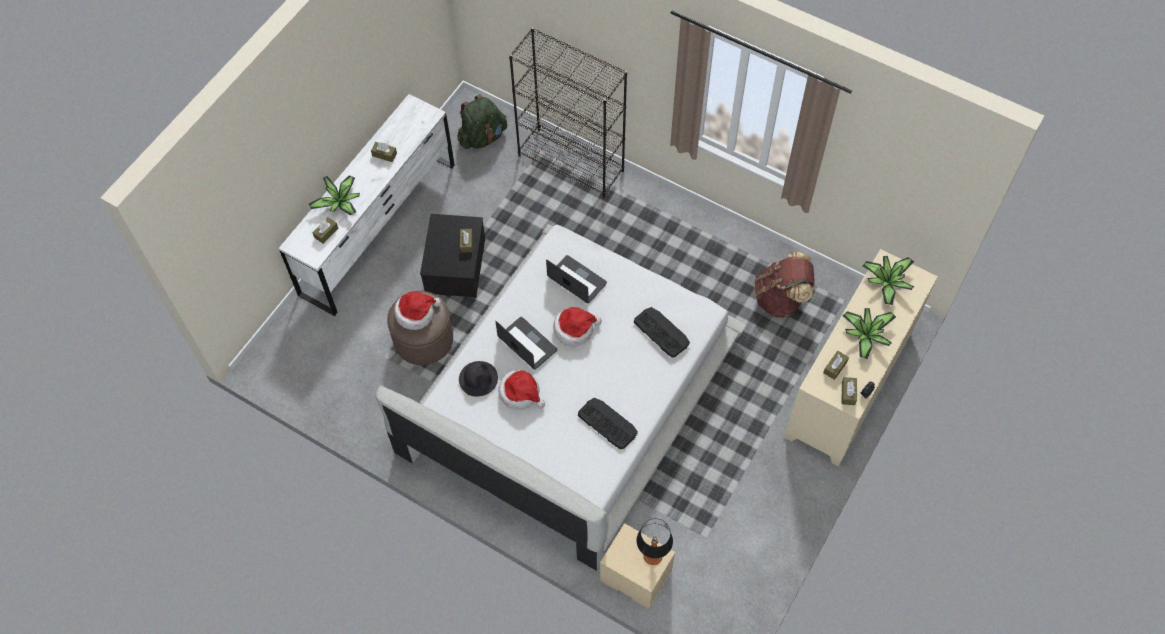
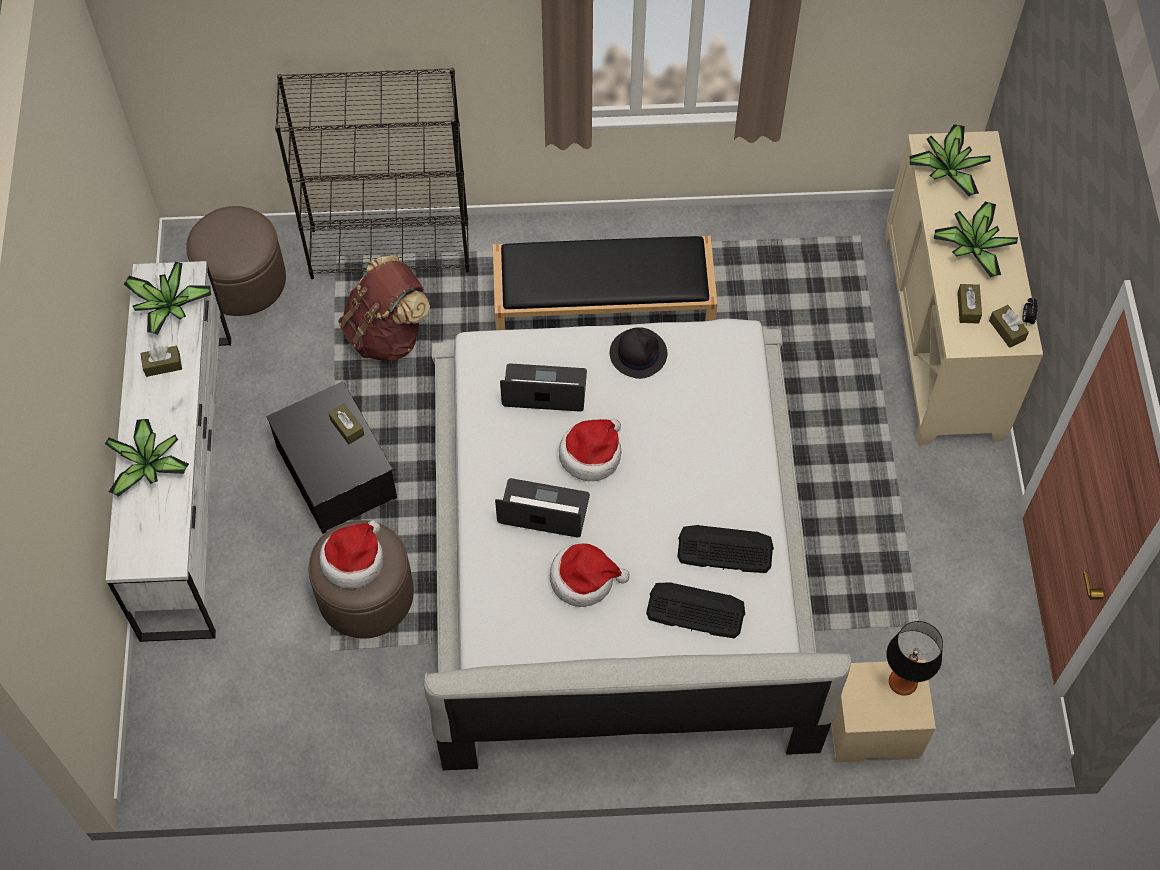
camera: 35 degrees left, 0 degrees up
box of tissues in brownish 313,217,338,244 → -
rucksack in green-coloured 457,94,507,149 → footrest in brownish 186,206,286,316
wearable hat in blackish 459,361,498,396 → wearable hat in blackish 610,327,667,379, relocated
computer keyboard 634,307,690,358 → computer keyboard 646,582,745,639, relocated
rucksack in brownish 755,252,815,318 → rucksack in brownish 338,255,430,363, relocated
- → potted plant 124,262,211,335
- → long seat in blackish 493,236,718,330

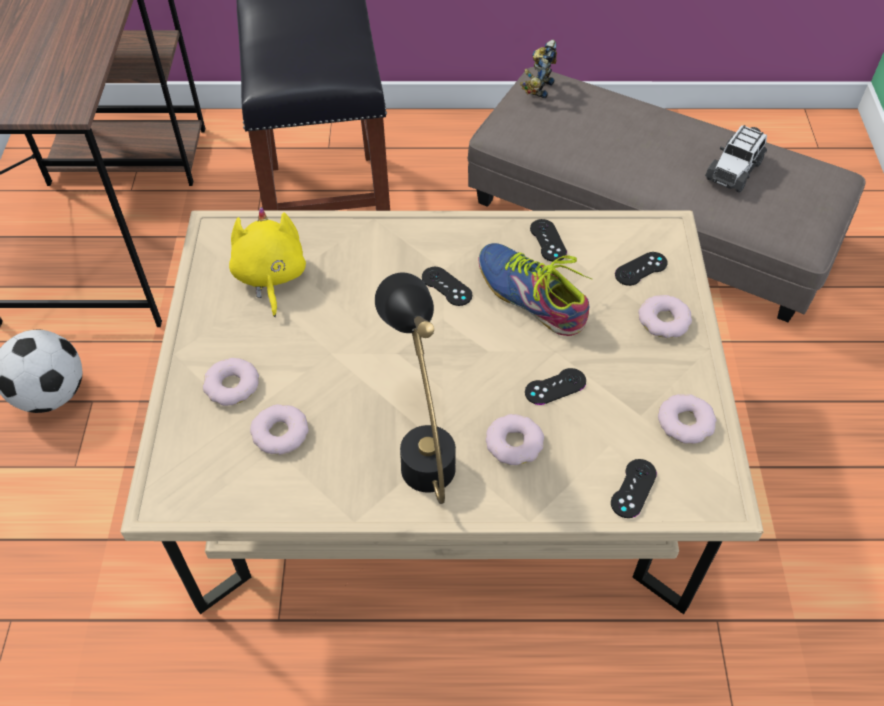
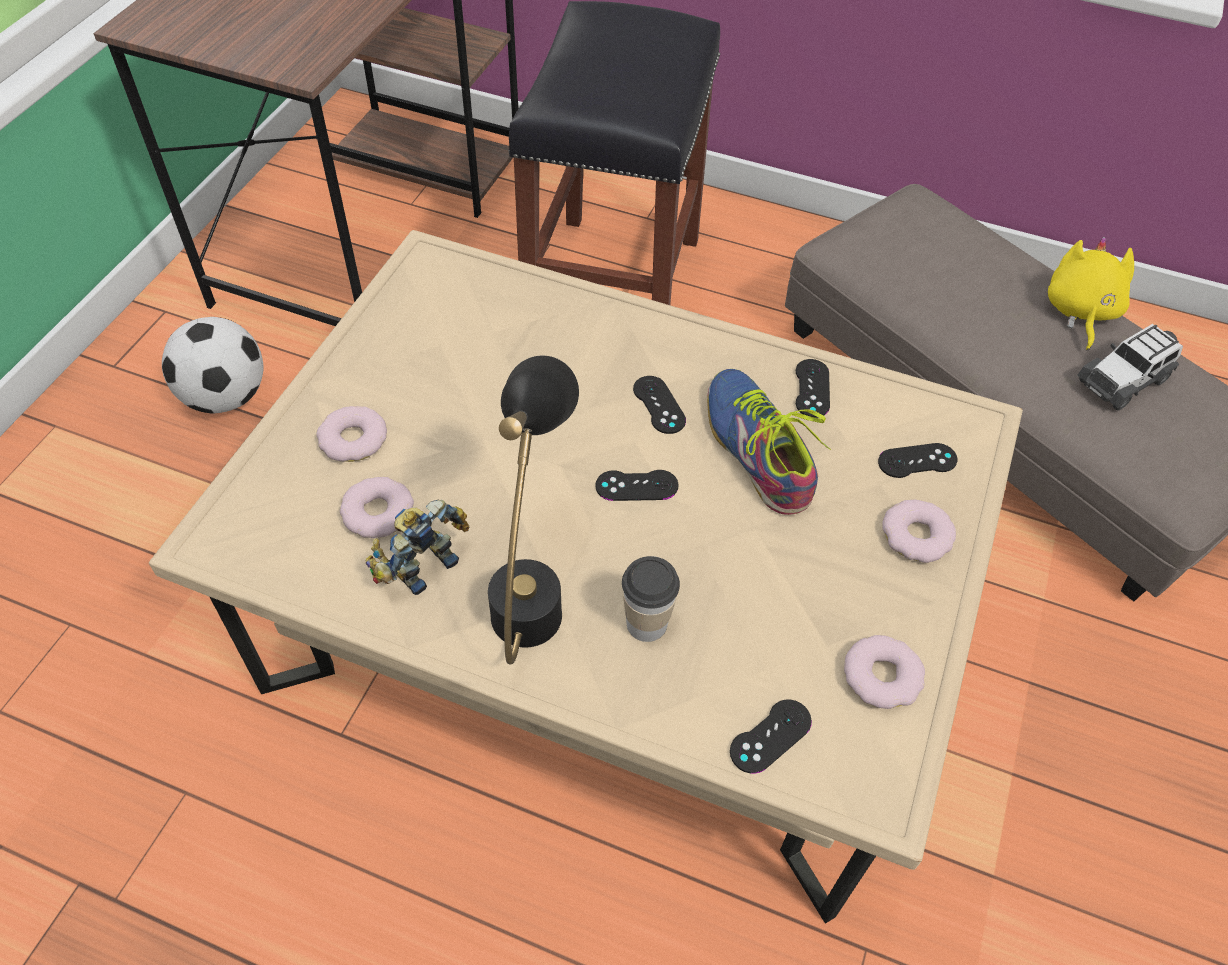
camera: 20 degrees right, 0 degrees up
cuddly toy in yellow 229,207,306,317 → cuddly toy in yellow 1048,237,1134,351, relocated
doughnut 486,414,544,465 → cup 622,556,680,642
robot figure 520,40,557,98 → robot figure 365,500,469,595, relocated
gamepad in blackish 525,368,586,405 → gamepad in blackish 595,470,678,501, relocated

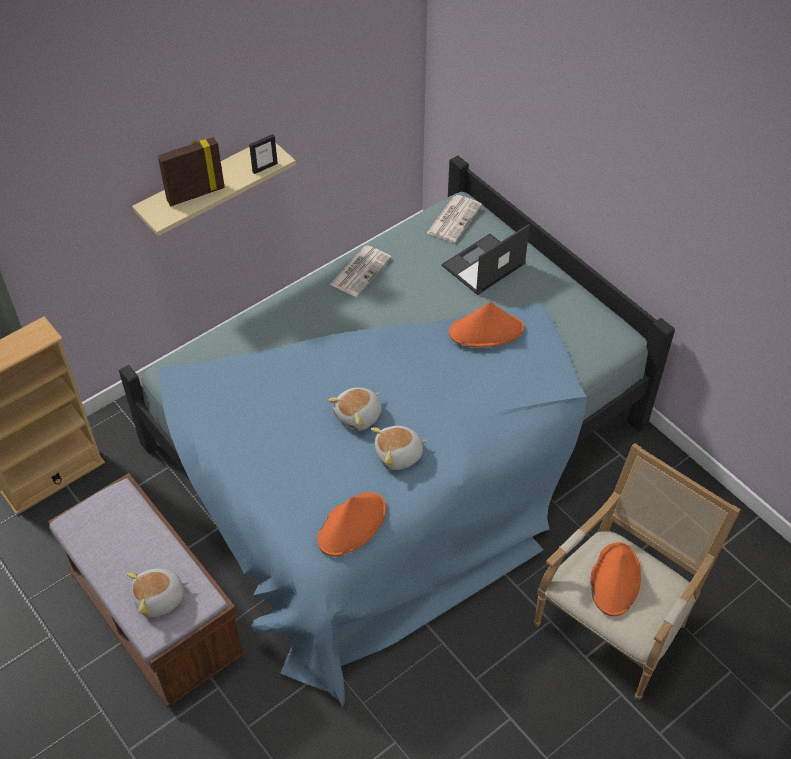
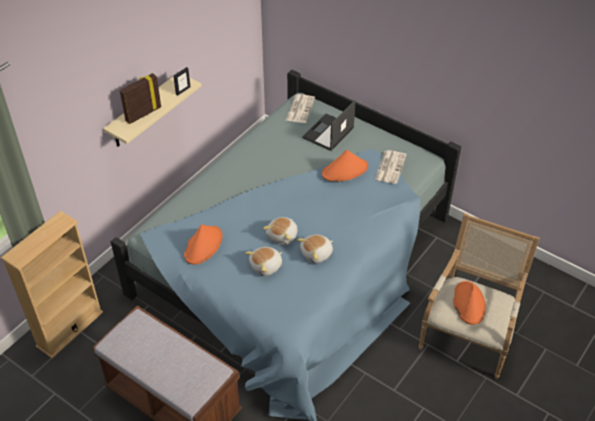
camera: 15 degrees left, 5 degrees down
cuddly toy 127,568,189,618 → cuddly toy 245,247,282,276, relocated
wearable hat in orange-coloured 317,492,386,557 → wearable hat in orange-coloured 184,224,223,265, relocated
newspaper 330,246,392,297 → newspaper 375,150,406,184, relocated

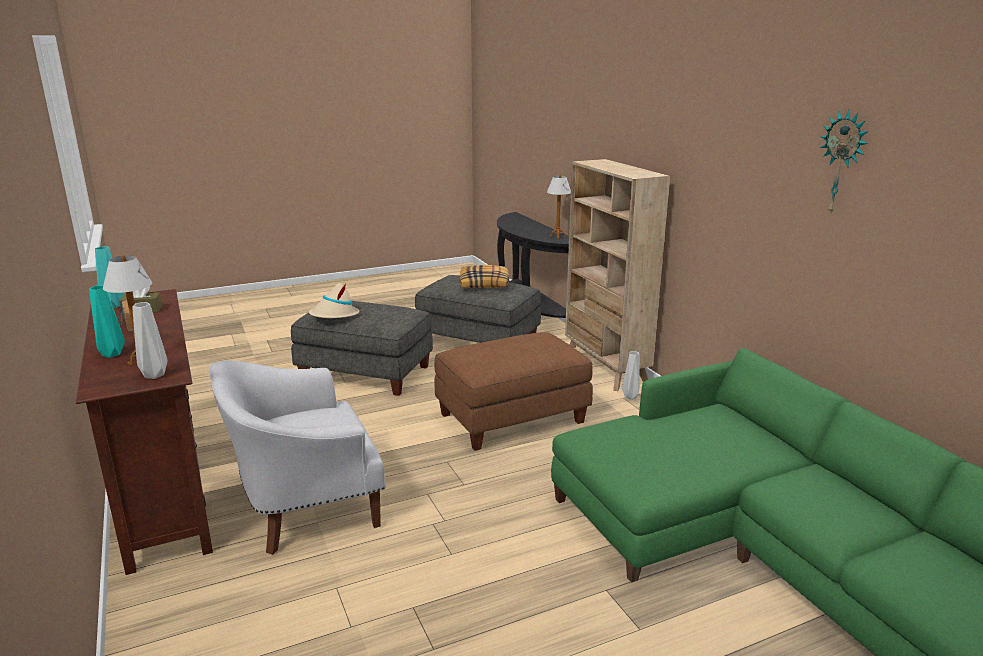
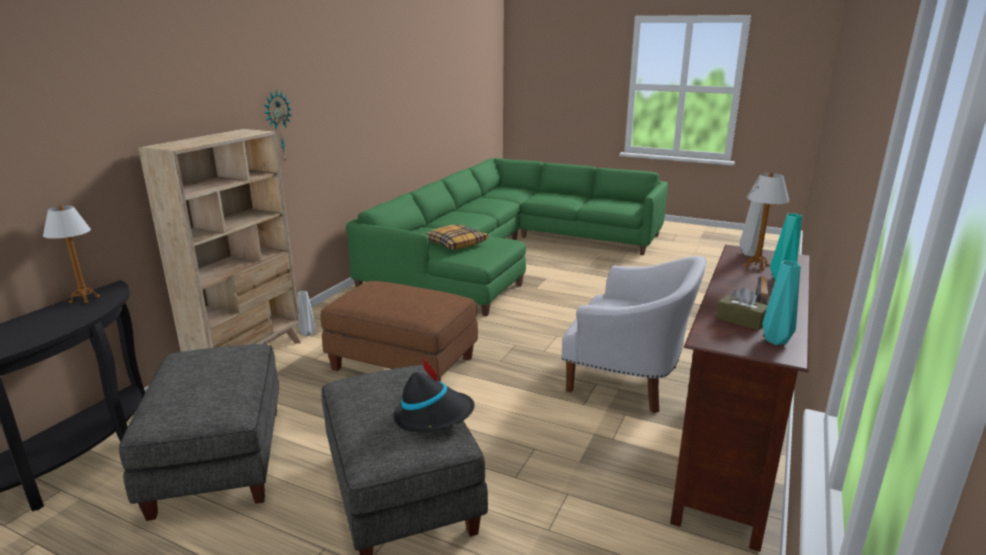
camera: 130 degrees left, 0 degrees up
wearable hat in beige-coloured 309,282,359,318 → wearable hat in blackish 394,356,475,432
throw pillow 459,265,509,288 → throw pillow 425,225,488,249, relocated
clock on the wall 820,110,869,215 → clock on the wall 264,90,293,161, relocated

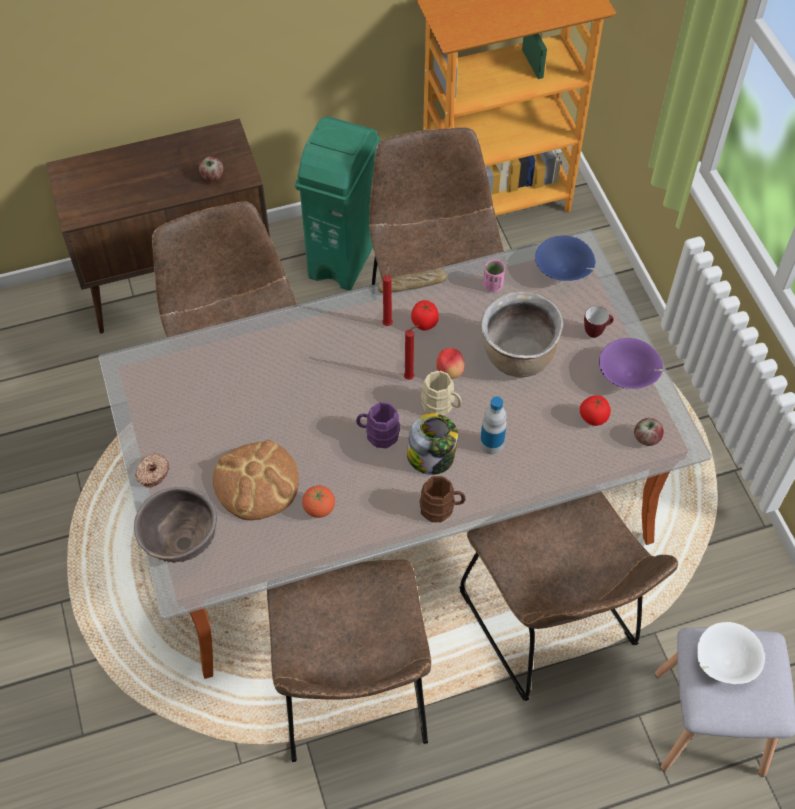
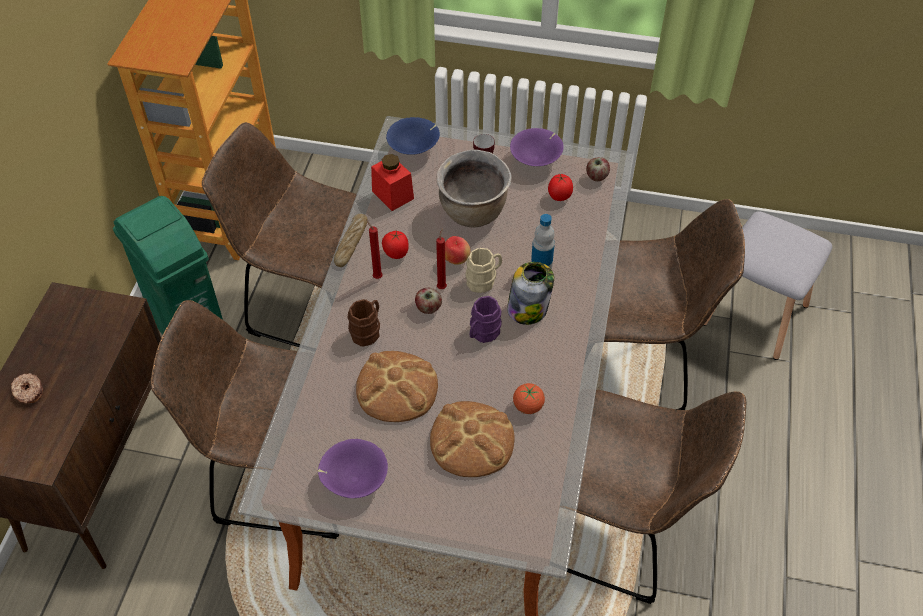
camera: 60 degrees left, 5 degrees down
bowl in brownish 134,487,217,563 → -
doughnut 135,453,169,487 → doughnut 11,373,43,403, relocated
apple fruit 199,156,223,182 → apple fruit 415,288,442,314, relocated
mug in brownish 419,476,466,522 → mug in brownish 348,299,380,347, relocated
cup in pink-coloured 483,259,505,292 → jar in red 371,154,414,211
bowl in white 697,622,765,684 → -
- → bowl in purple 318,439,388,498
- → bakery bread 356,351,438,422

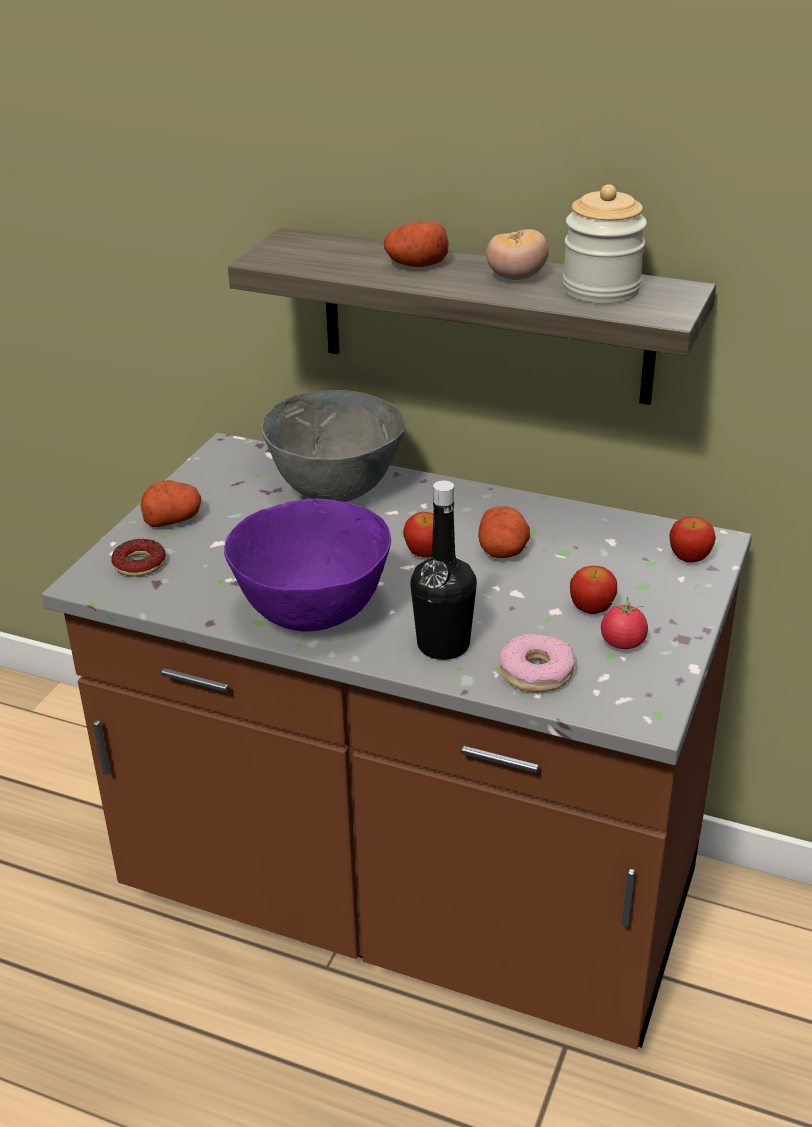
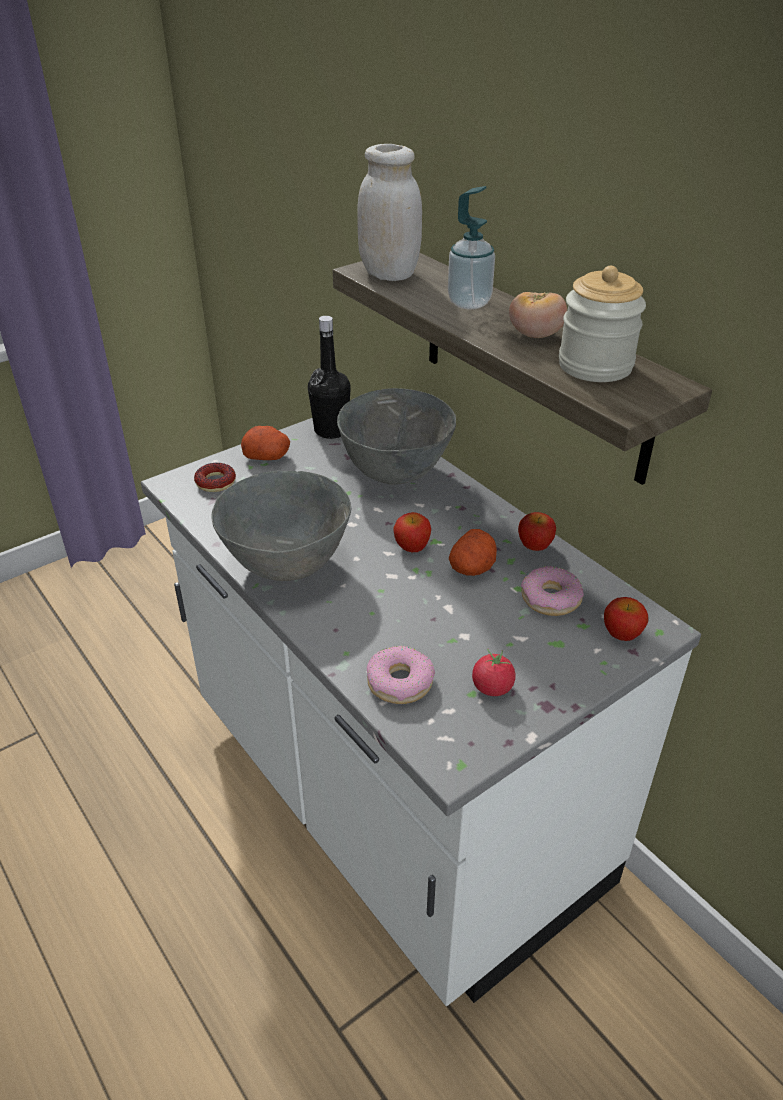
camera: 30 degrees right, 5 degrees up
kitchen base unit in brownish 42,433,752,1049 → kitchen base unit in white 141,418,701,1006
bowl in purple 224,499,391,632 → bowl in gray 211,471,351,581
potato 384,221,449,267 → liquid soap bottle 448,186,495,310
bottle in blackish 410,480,477,660 → bottle in blackish 308,316,351,439, relocated
apple fruit 570,566,617,614 → apple fruit 518,512,556,551, relocated
- → jar in white 357,144,422,281
- → doughnut 521,566,584,616

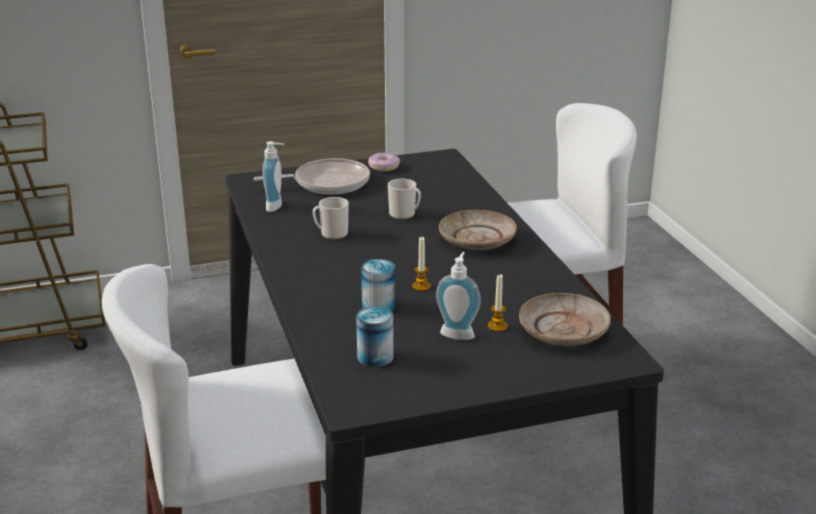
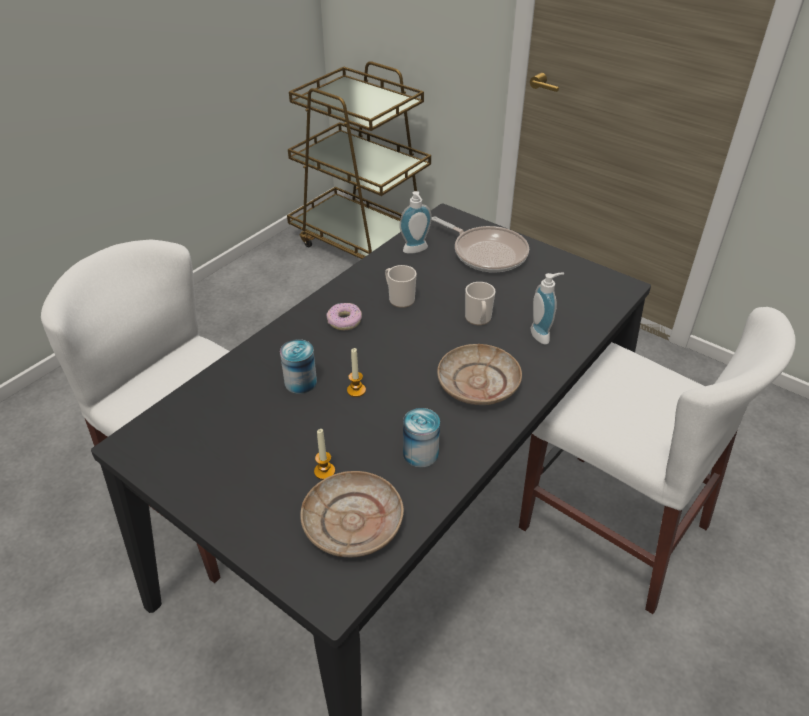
camera: 55 degrees right, 15 degrees up
can 356,306,393,367 → can 403,408,440,468, relocated
doughnut 368,152,400,171 → doughnut 326,303,362,330, relocated
liquid soap bottle 436,252,481,340 → liquid soap bottle 531,272,564,344, relocated

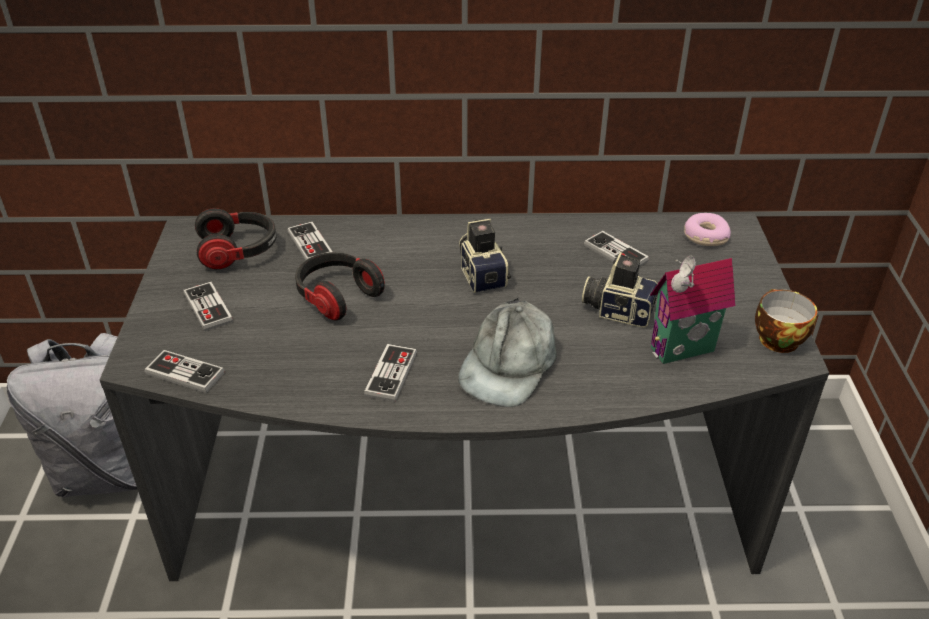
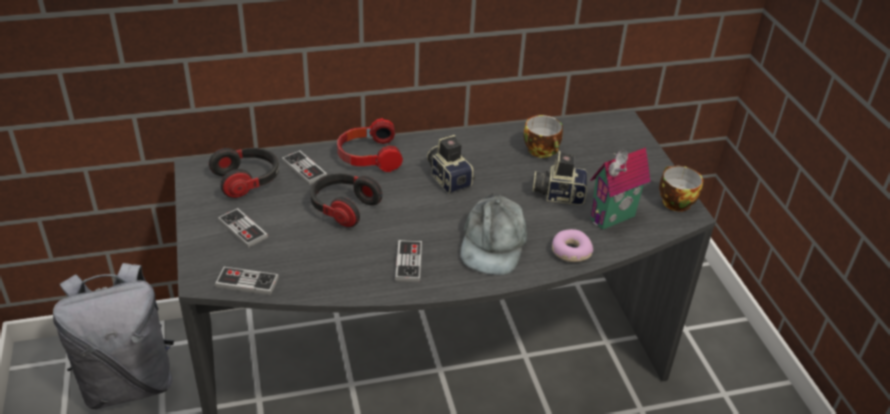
camera: 15 degrees left, 0 degrees up
gamepad 584,231,649,267 → cup 524,115,563,158
doughnut 684,213,731,246 → doughnut 552,229,593,262, relocated
- → pair of headphones 337,118,403,172

